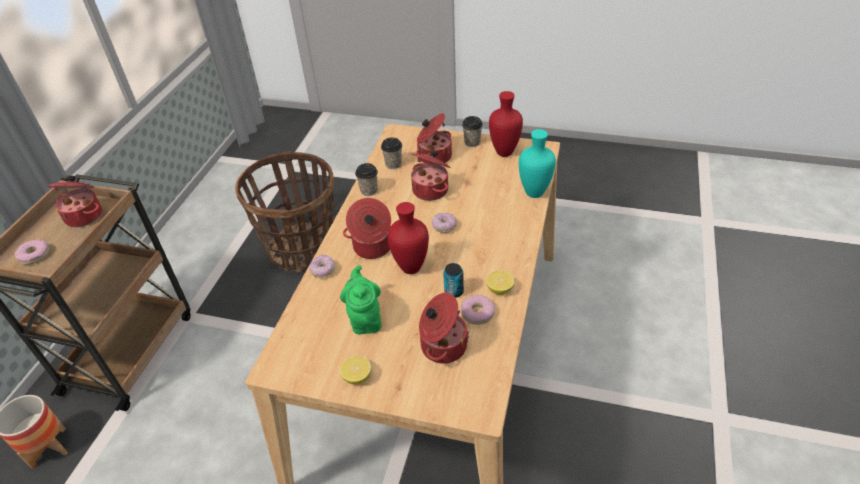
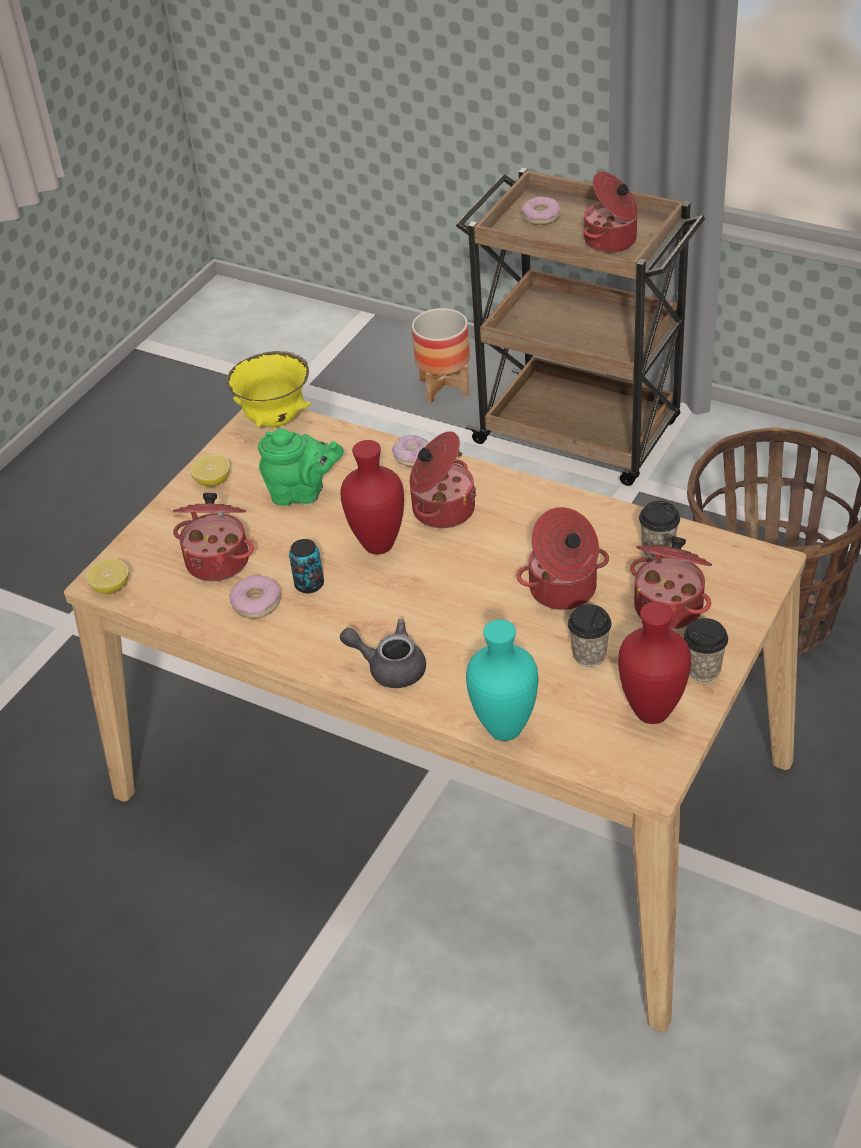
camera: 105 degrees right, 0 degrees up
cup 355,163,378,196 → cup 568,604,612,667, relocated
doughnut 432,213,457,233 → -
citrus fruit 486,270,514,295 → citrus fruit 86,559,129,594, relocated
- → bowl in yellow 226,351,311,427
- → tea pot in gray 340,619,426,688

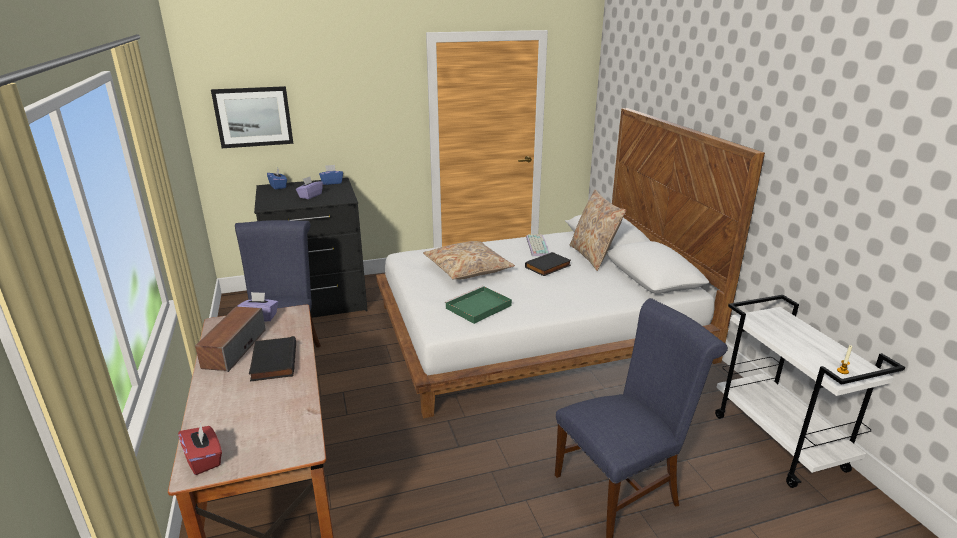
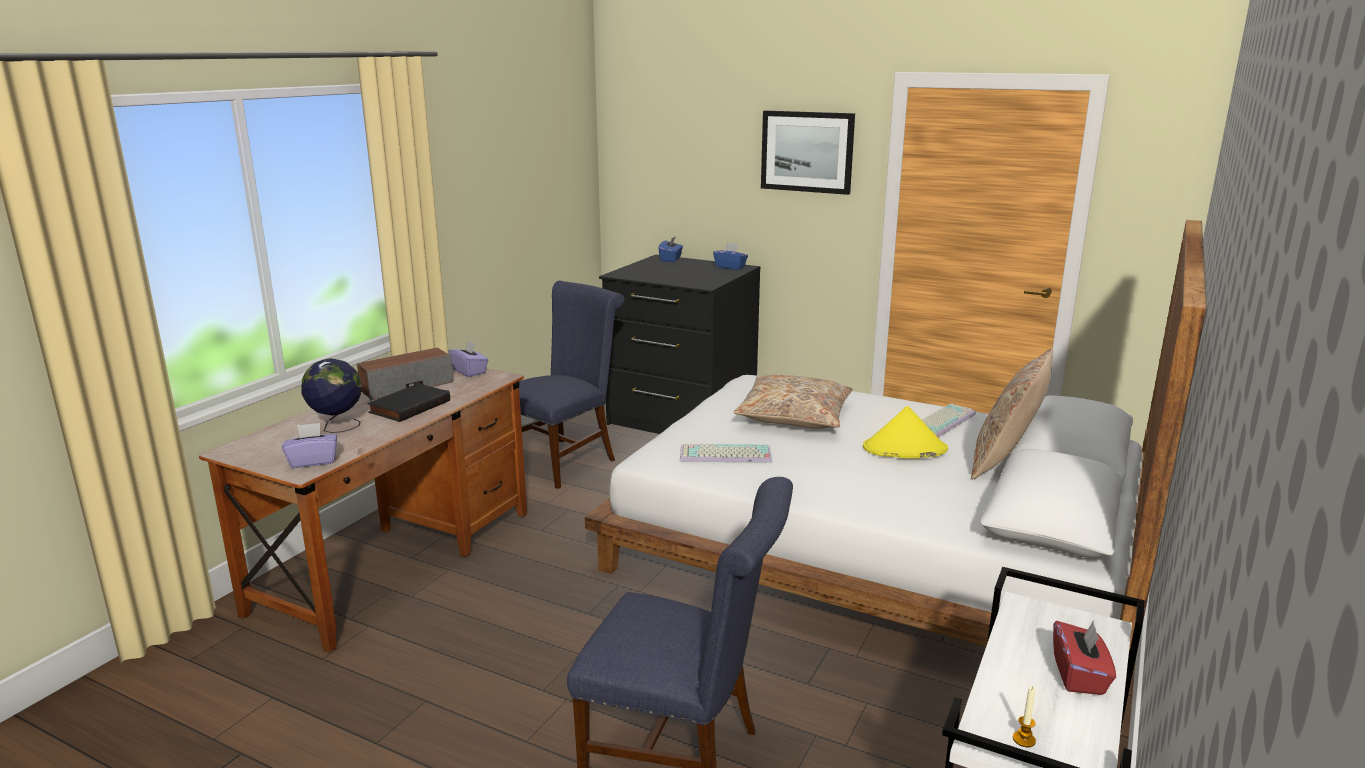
camera: 45 degrees right, 5 degrees down
box of tissues in red 178,422,222,475 → box of tissues in red 1053,620,1116,695, relocated
wall art 211,86,293,148 → wall art 761,111,855,195, relocated
box of tissues in purple 296,176,323,199 → box of tissues in purple 282,423,337,468, relocated
tray in green-coloured 445,286,512,324 → computer keyboard 680,444,772,463
volume in blackish 525,252,571,276 → wearable hat in yellow 863,406,948,459
- → desk globe 301,358,362,433

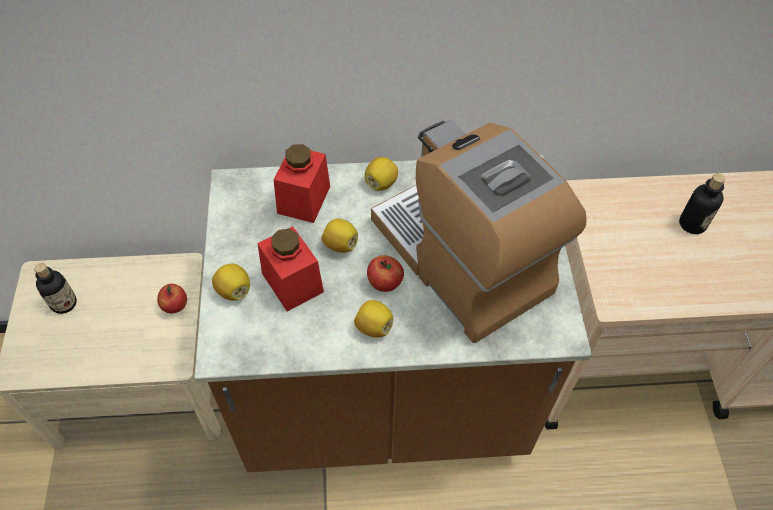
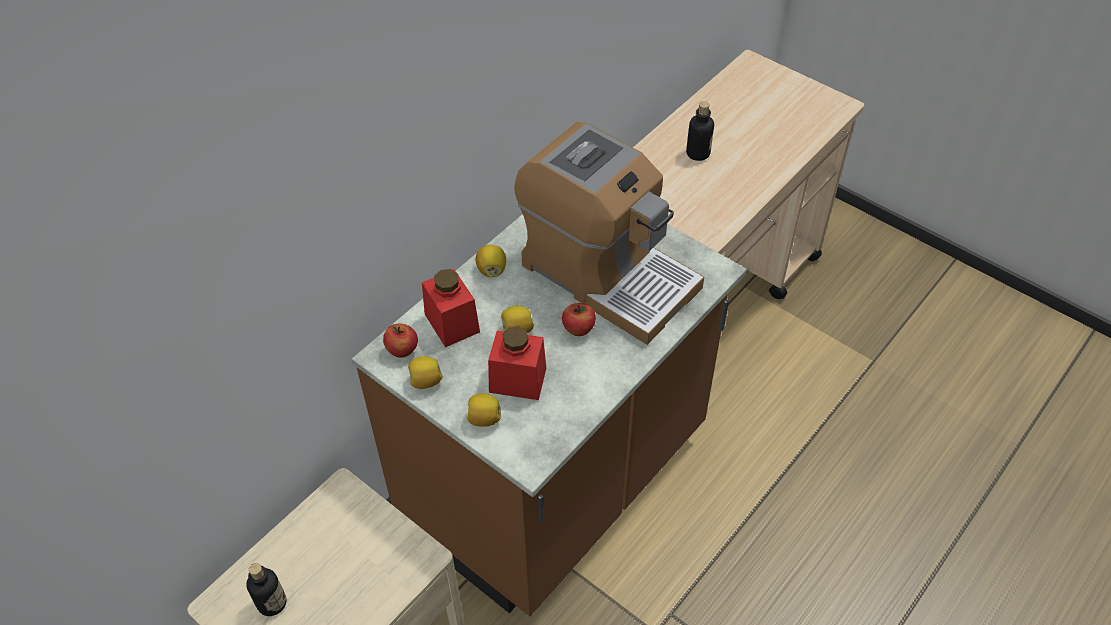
camera: 45 degrees left, 5 degrees down
apple fruit 157,284,187,313 → apple fruit 383,324,418,358, relocated
citrus fruit 354,300,393,338 → citrus fruit 408,356,443,389, relocated
coffee brewer 371,120,587,343 → coffee brewer 514,122,704,345, 150 degrees counterclockwise

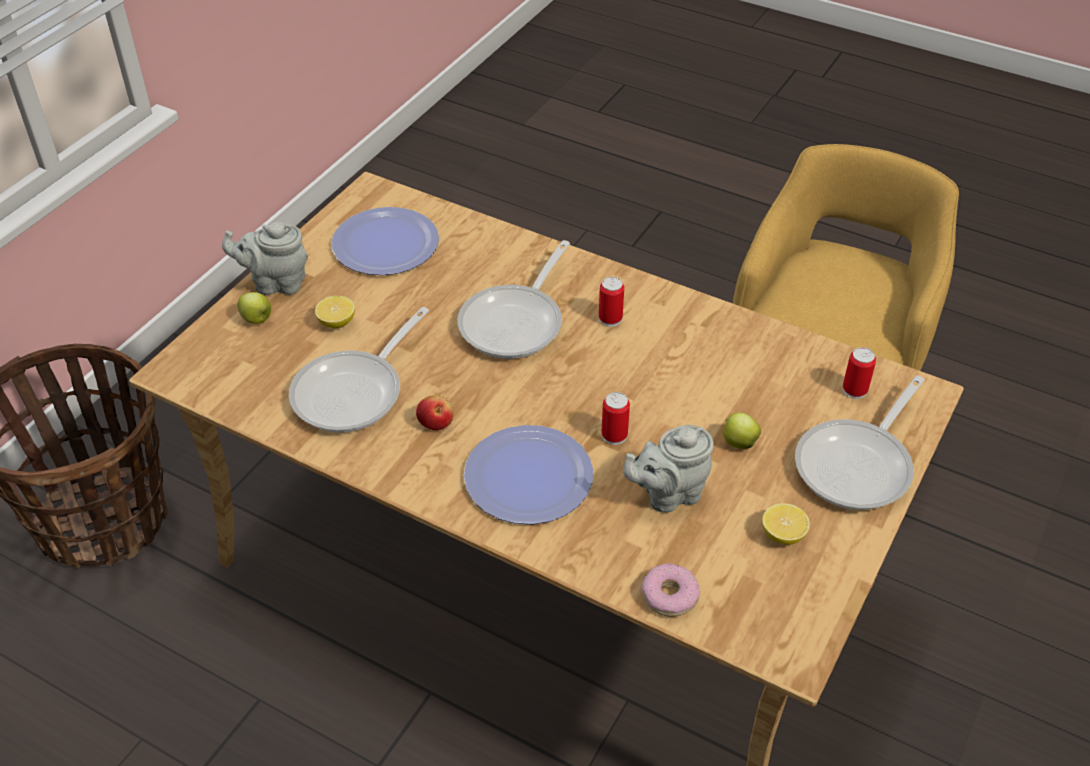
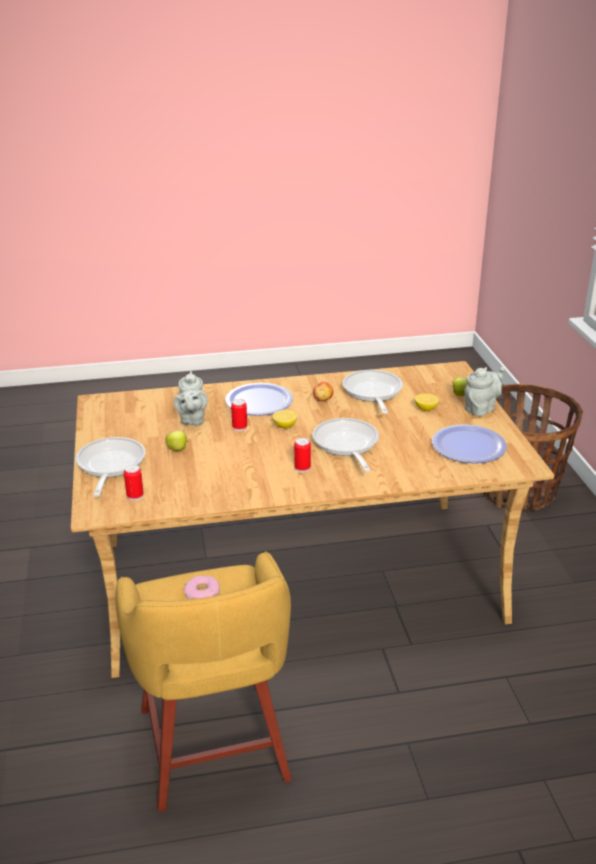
camera: 140 degrees right, 15 degrees down
tea pot in gray 623,425,714,513 → tea pot in gray 174,371,208,426, 150 degrees clockwise
doughnut 641,563,700,617 → doughnut 184,576,220,600, relocated
citrus fruit 762,503,810,545 → citrus fruit 272,410,297,428, relocated

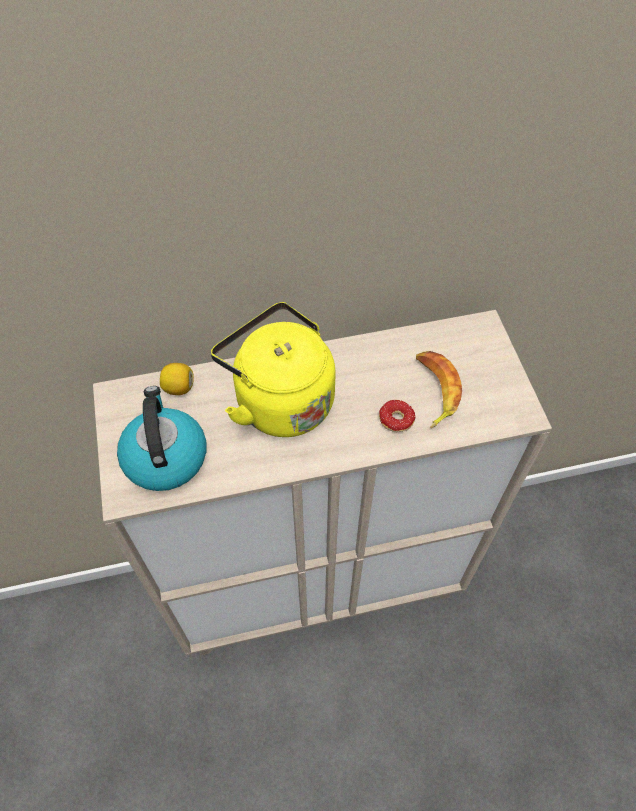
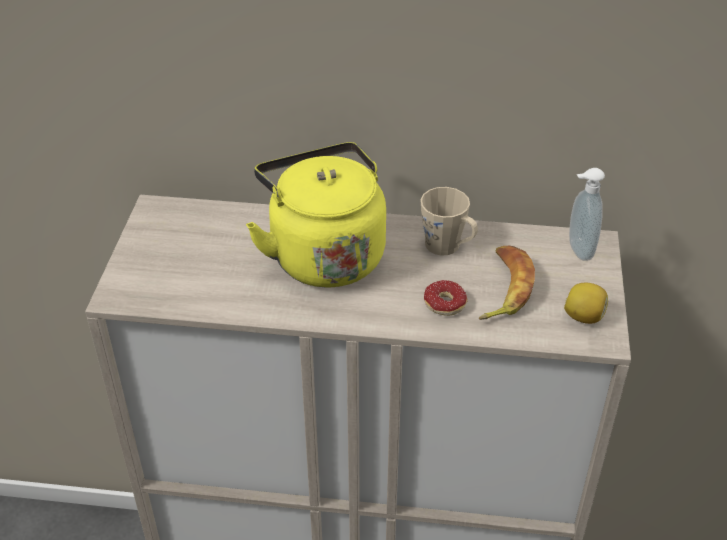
camera: 20 degrees right, 15 degrees down
tea kettle 117,386,206,491 → -
citrus fruit 160,363,194,395 → citrus fruit 564,283,608,324, relocated
- → mug in beige-coloured 421,187,478,255
- → liquid soap bottle 569,168,605,261

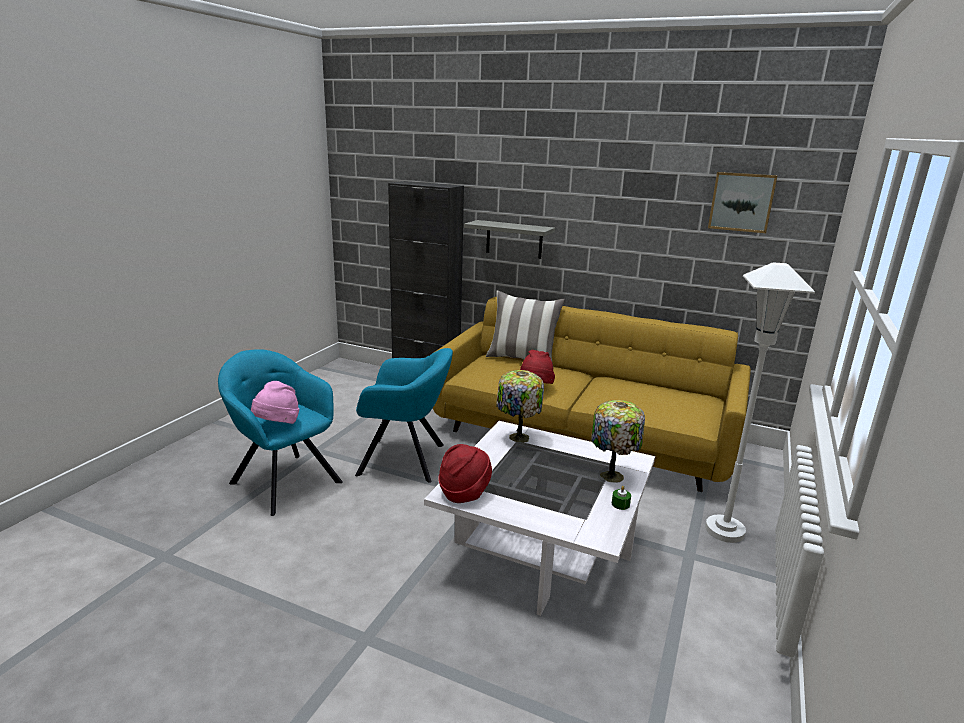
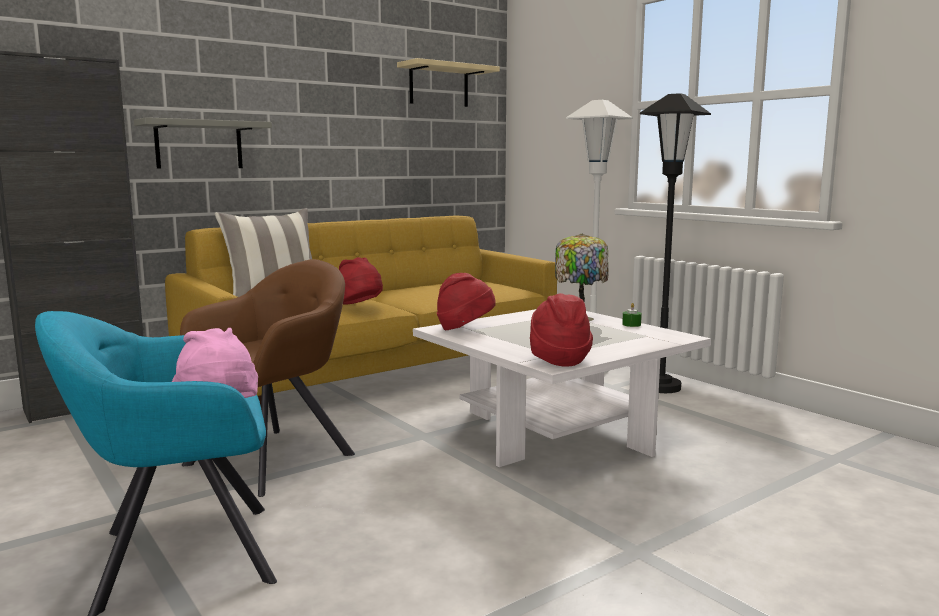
camera: 60 degrees left, 10 degrees down
armchair in turquoise-coloured 355,348,453,483 → armchair in brownish 180,259,355,497
table lamp 496,370,544,443 → wearable hat in red 437,273,496,330
wall art 708,172,777,233 → shelf in beige-coloured 397,58,500,107
- → standing lamp in blackish 640,93,711,393

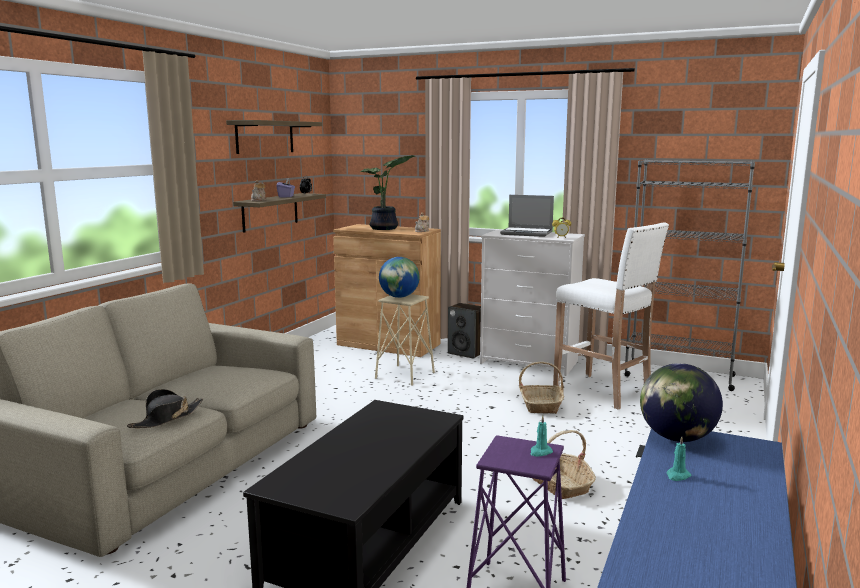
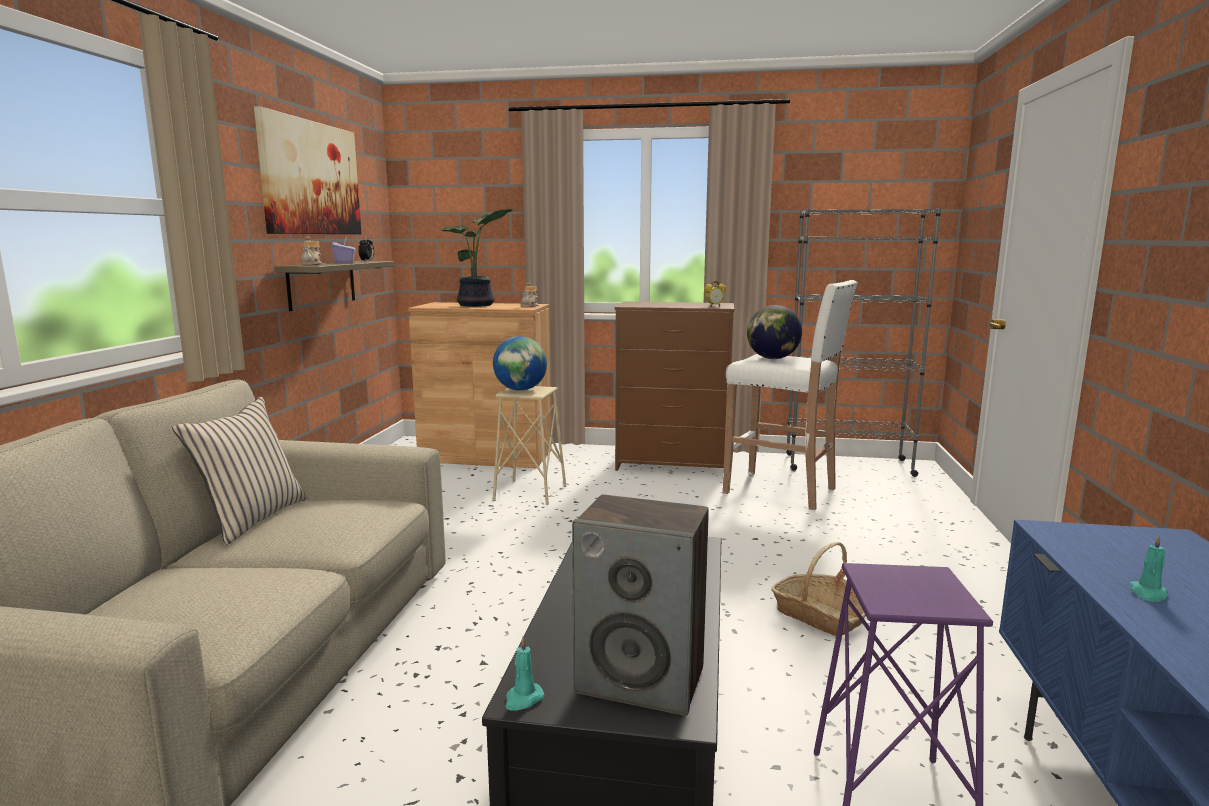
camera: 15 degrees left, 0 degrees up
wearable hat in blackish 127,389,203,428 → -
shelf 226,120,322,154 → wall art 254,106,362,234
audio speaker 448,303,481,359 → audio speaker 572,495,709,716, relocated
dresser in white 480,229,585,376 → dresser in brownish 615,302,734,470
laptop 500,195,554,237 → -
storage basket 519,362,564,414 → -
wax light in turquoise-coloured 531,415,553,457 → wax light in turquoise-coloured 506,636,544,711, relocated
desk globe 640,363,723,442 → desk globe 747,305,802,359, relocated
- → throw pillow in beige-coloured 172,397,308,545

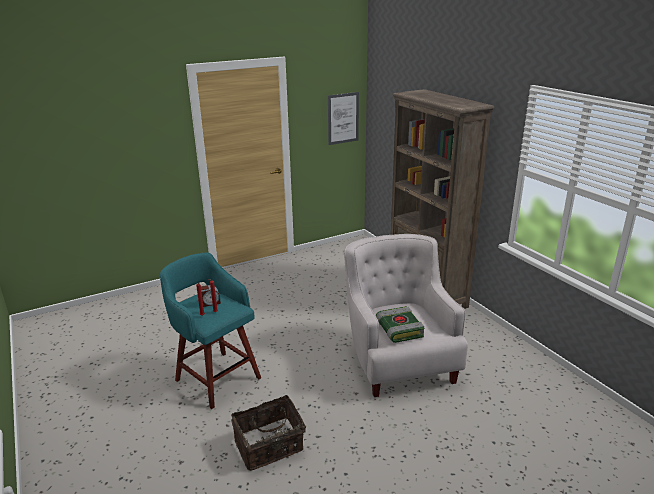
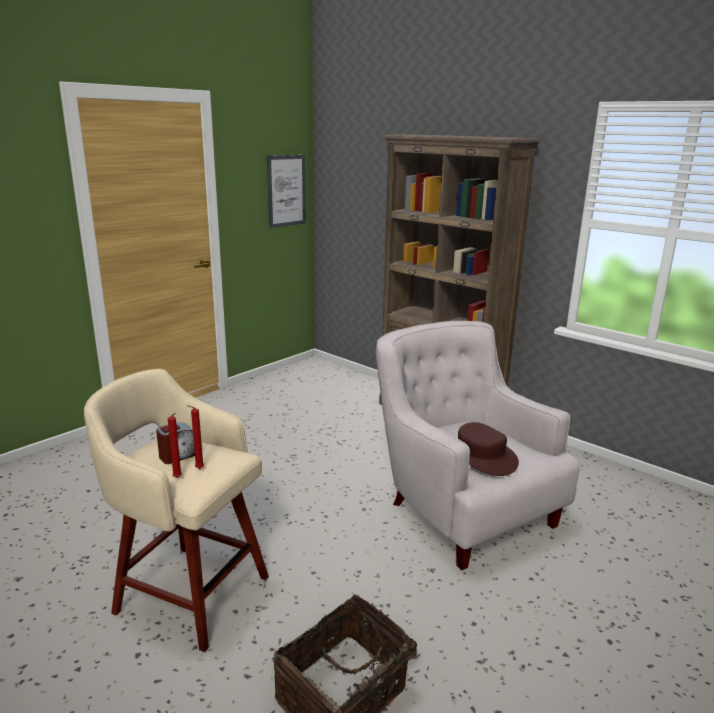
camera: 20 degrees left, 5 degrees down
stool in turquoise-coloured 160,253,261,409 → stool in beige-coloured 84,369,269,652
volume 376,306,424,343 → wearable hat in brownish 458,422,519,476

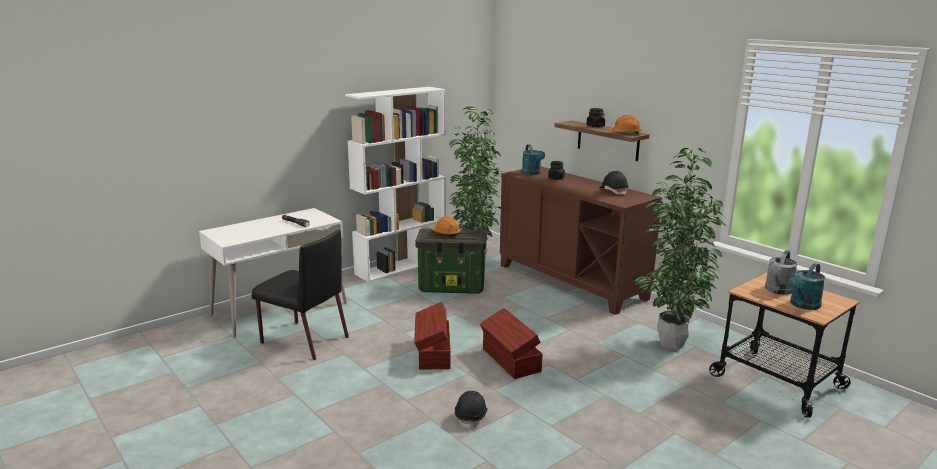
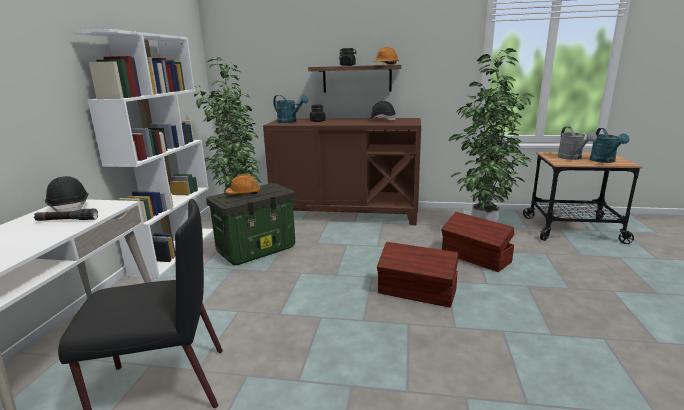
camera: 40 degrees left, 0 degrees up
storage bin in brownish 414,302,451,370 → storage bin in brownish 441,212,514,272, relocated
work helmet in blackish 455,391,488,430 → work helmet in blackish 45,176,89,212, relocated

